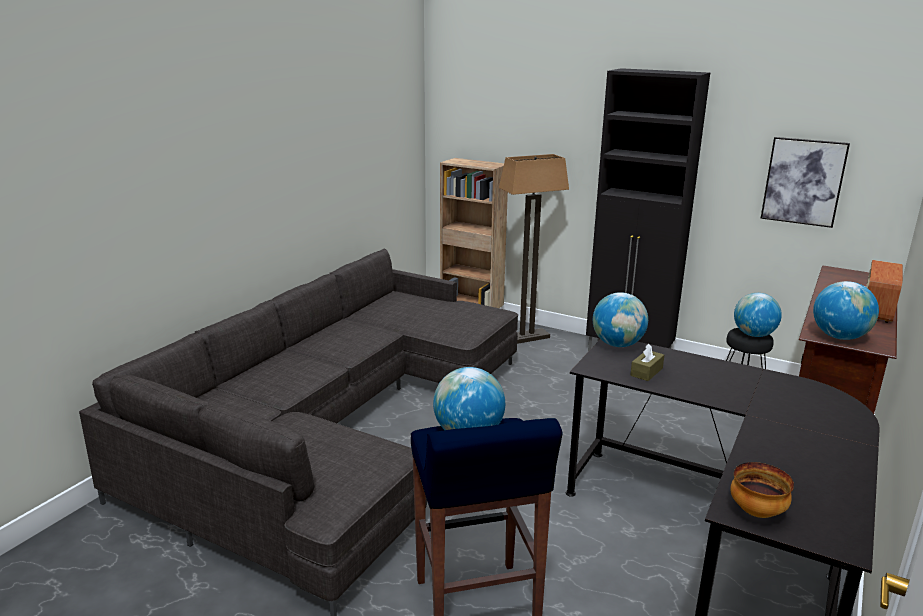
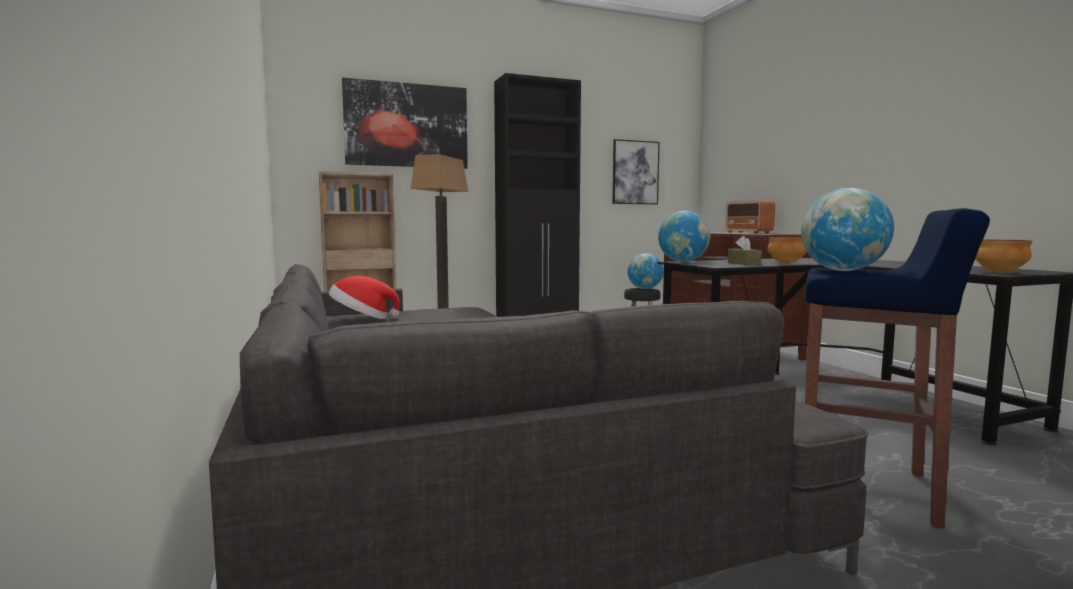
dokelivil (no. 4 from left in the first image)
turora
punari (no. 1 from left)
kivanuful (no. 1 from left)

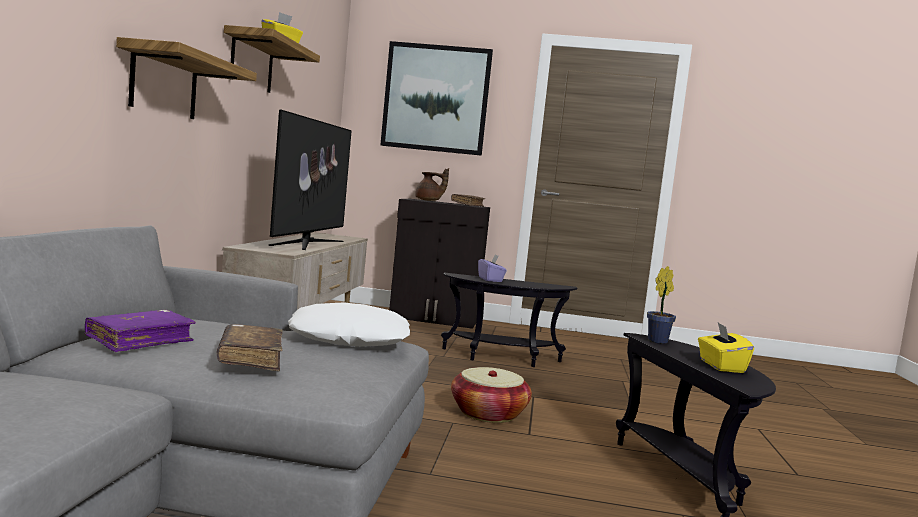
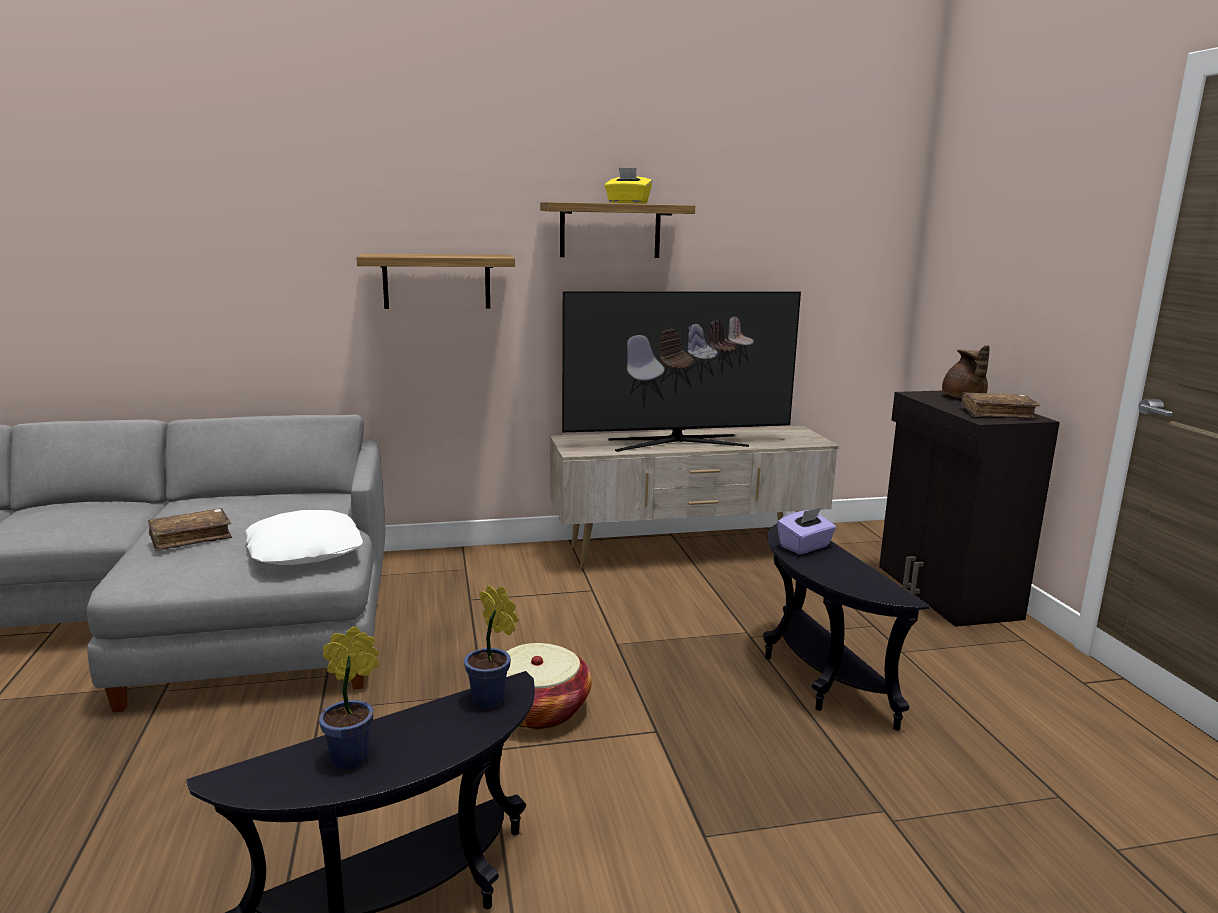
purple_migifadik
punari
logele (no. 1 from left)

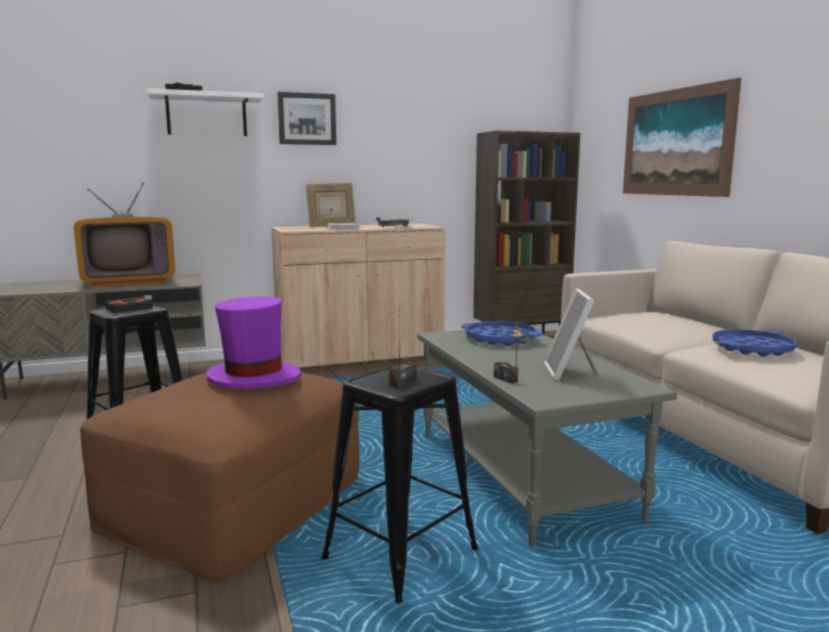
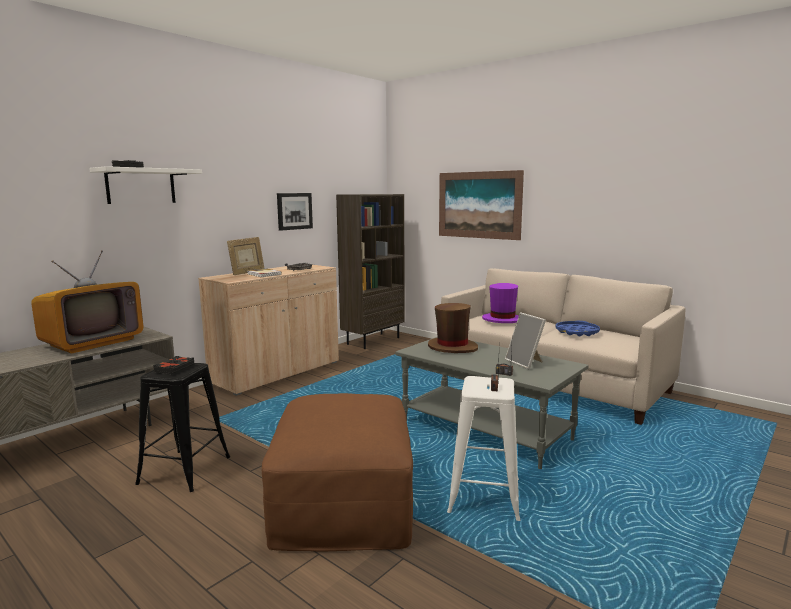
purple_turora
punari (no. 1 from left)
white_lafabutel
brown_turora

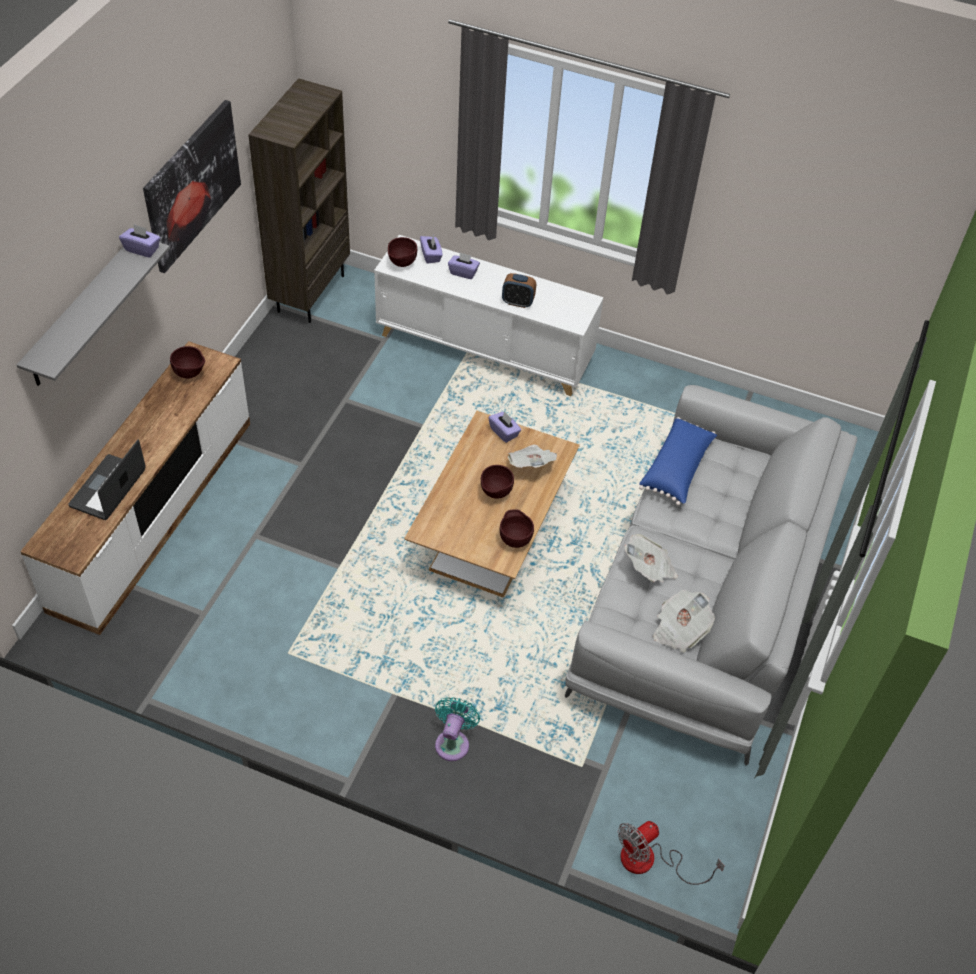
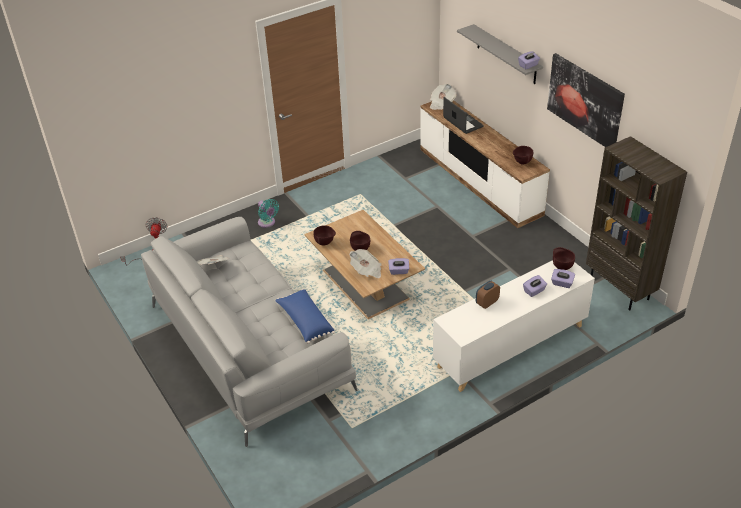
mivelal (no. 3 from left)

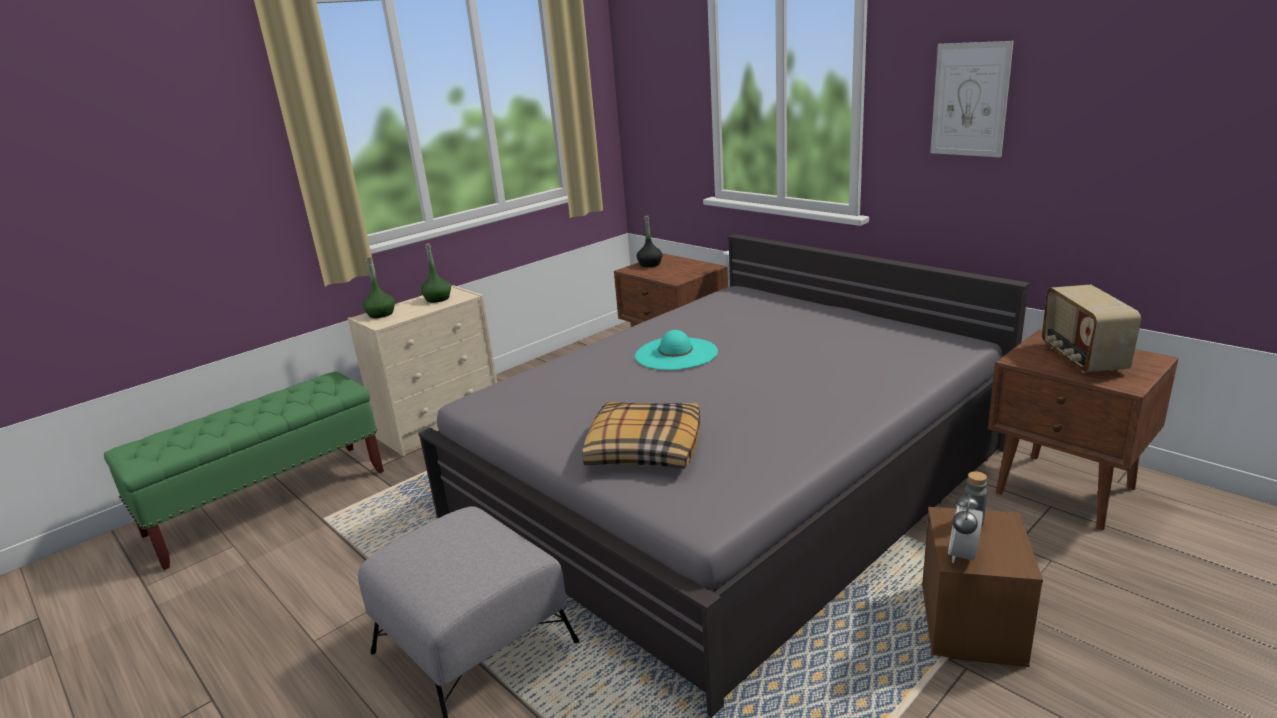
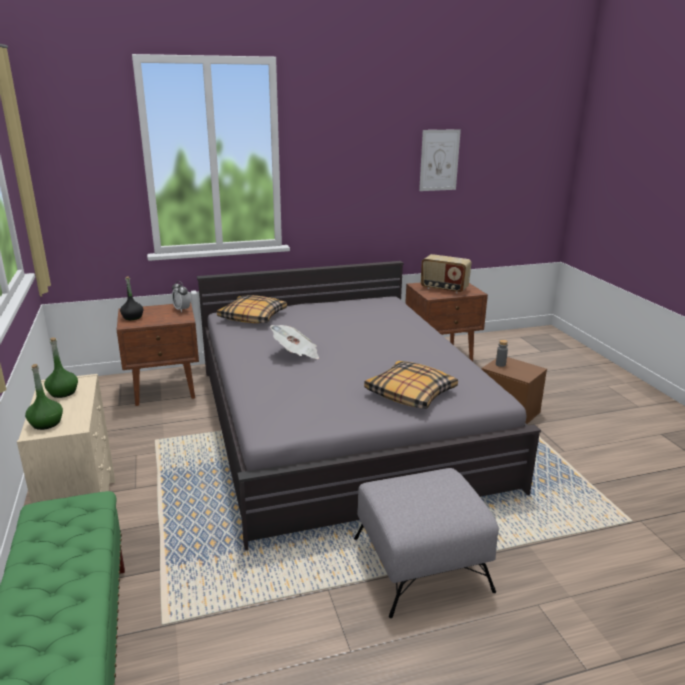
mivelal
punari
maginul
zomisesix (no. 1 from left)

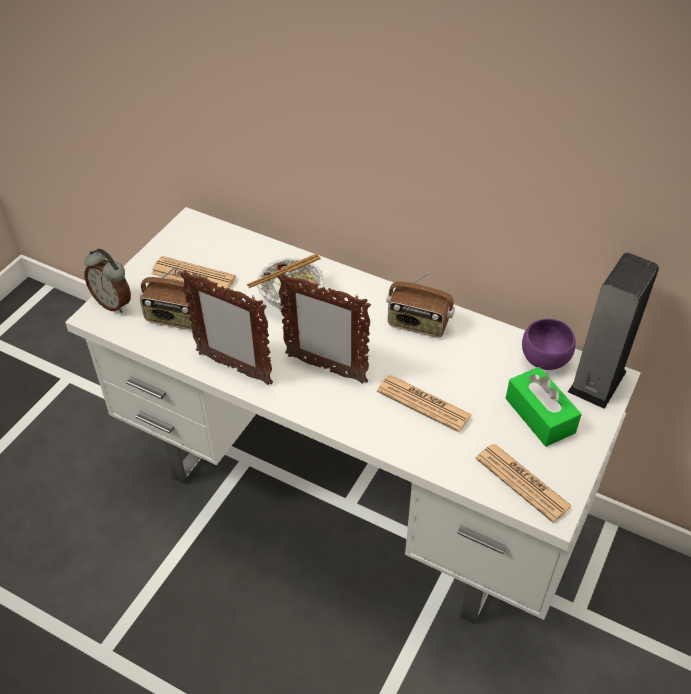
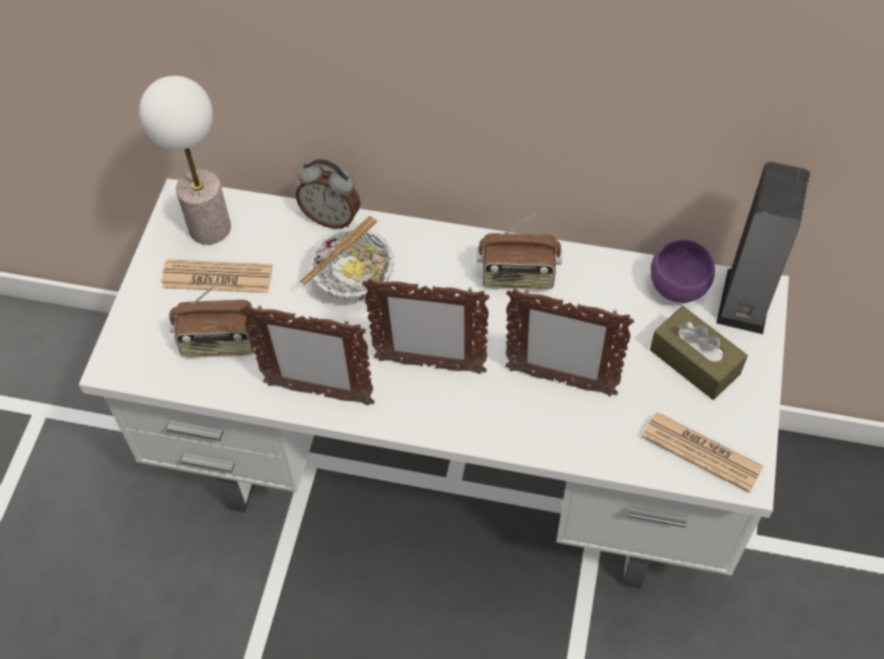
maginul
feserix (no. 3 from left)
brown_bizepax
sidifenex

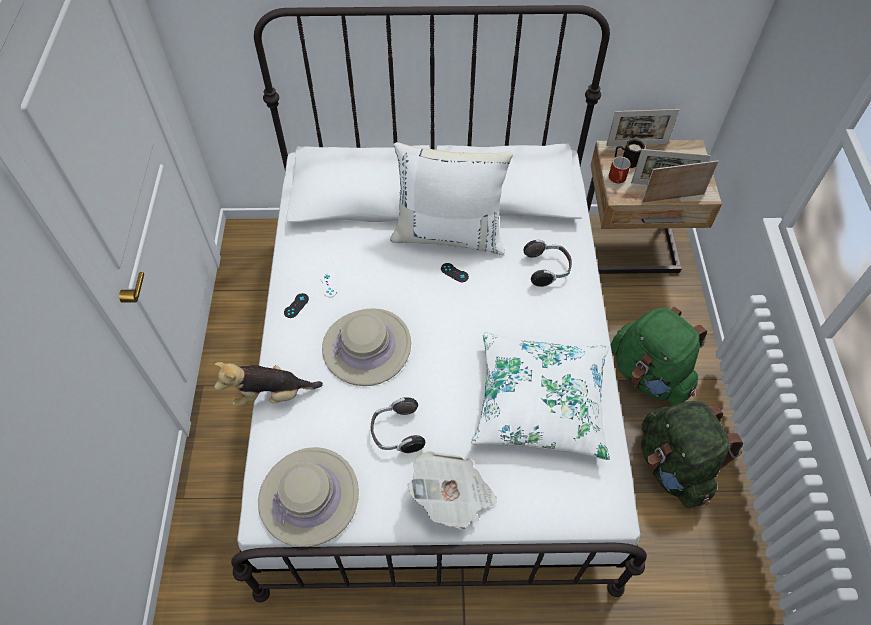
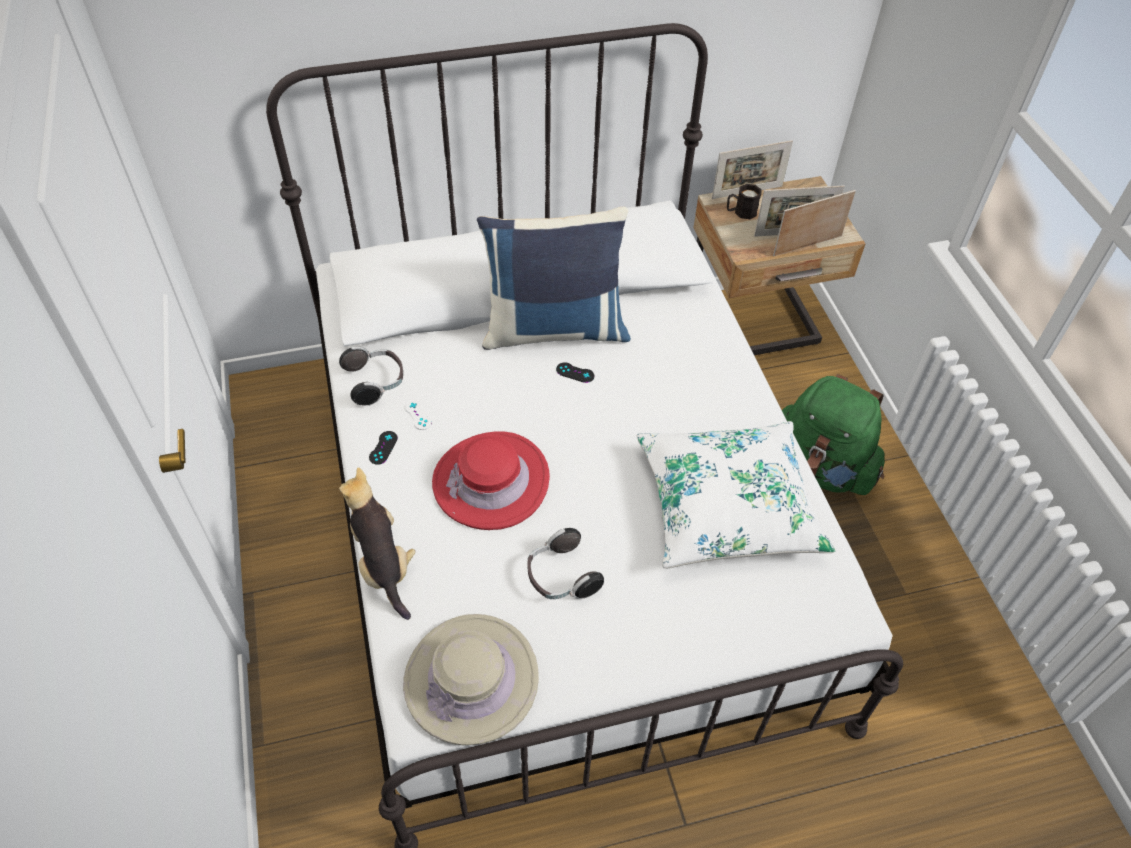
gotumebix
red_turora
blue_zomisesix
mivelal
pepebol (no. 1 from left)
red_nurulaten
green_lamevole (no. 2 from left in the first image)

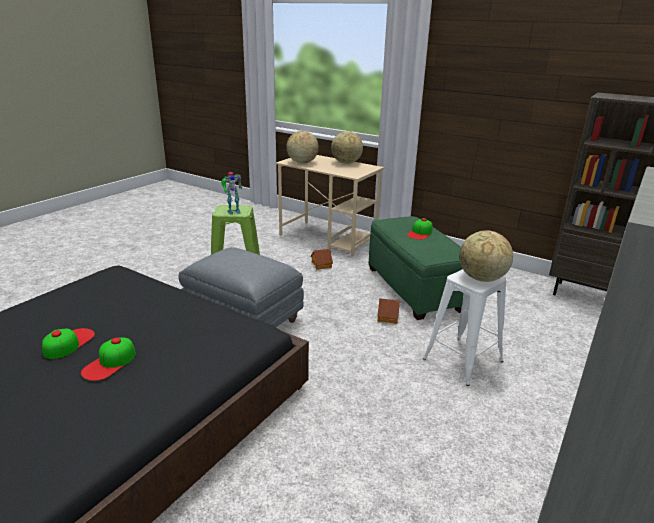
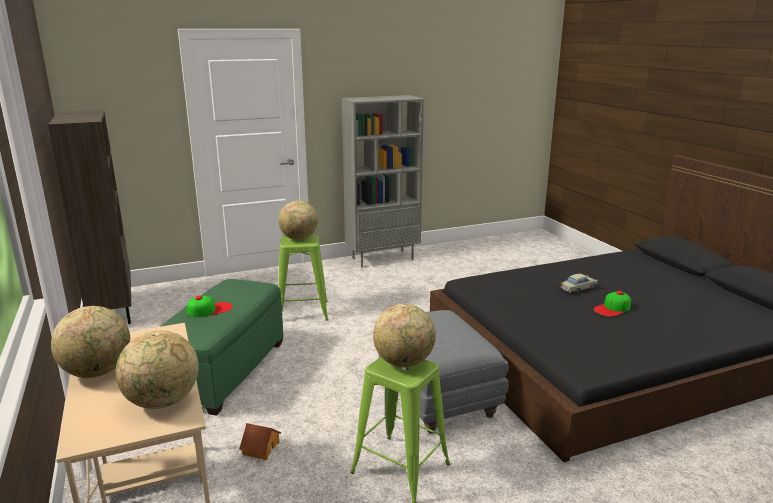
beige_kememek
dokelivil (no. 4 from left)
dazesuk (no. 2 from left in the first image)
green_lafabutel (no. 1 from left)

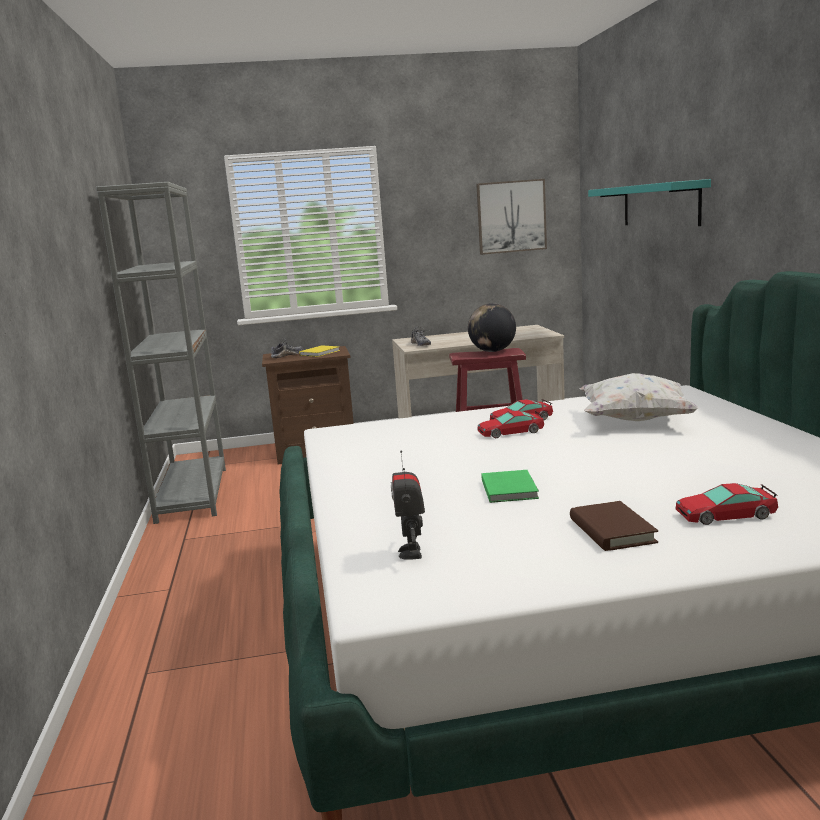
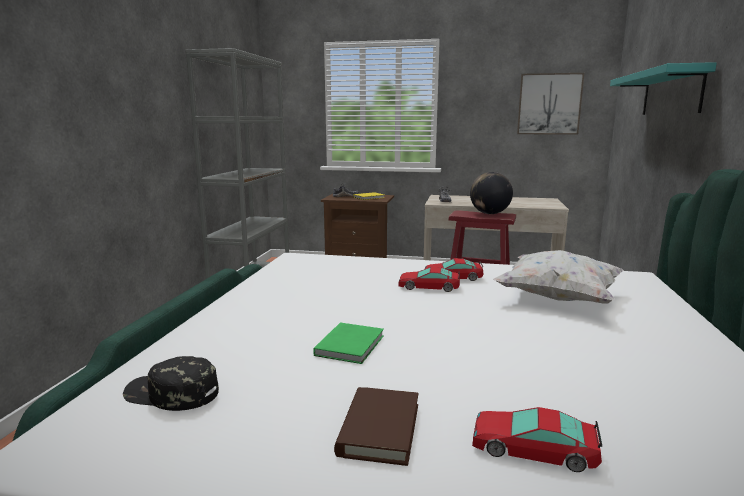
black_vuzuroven

